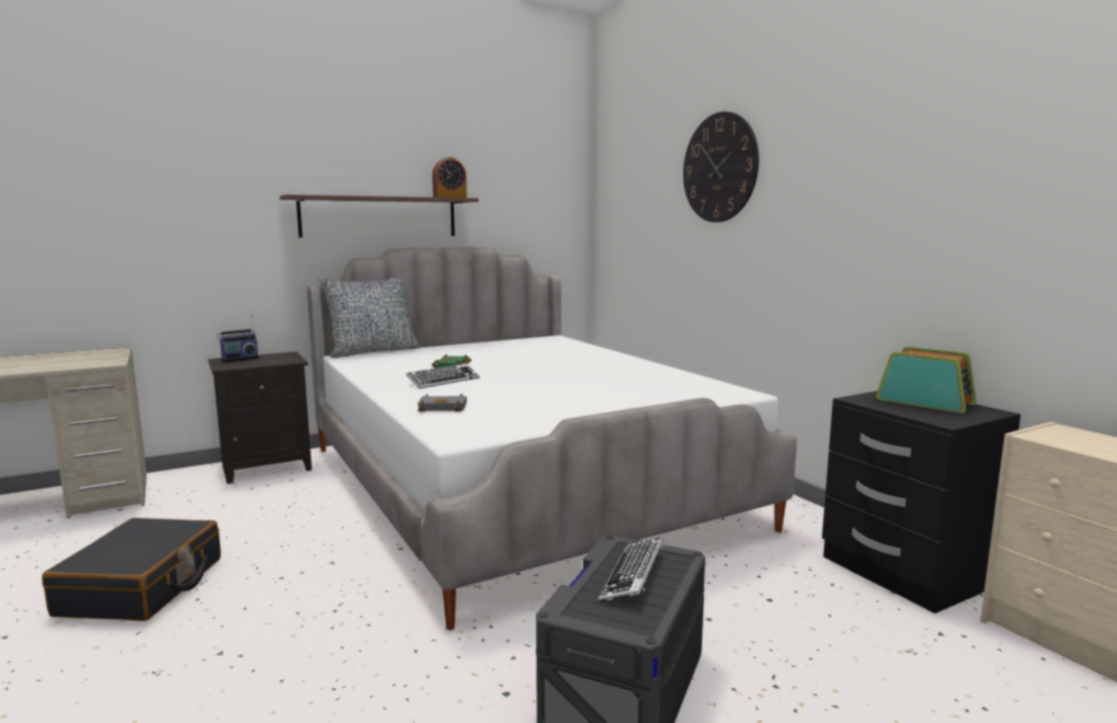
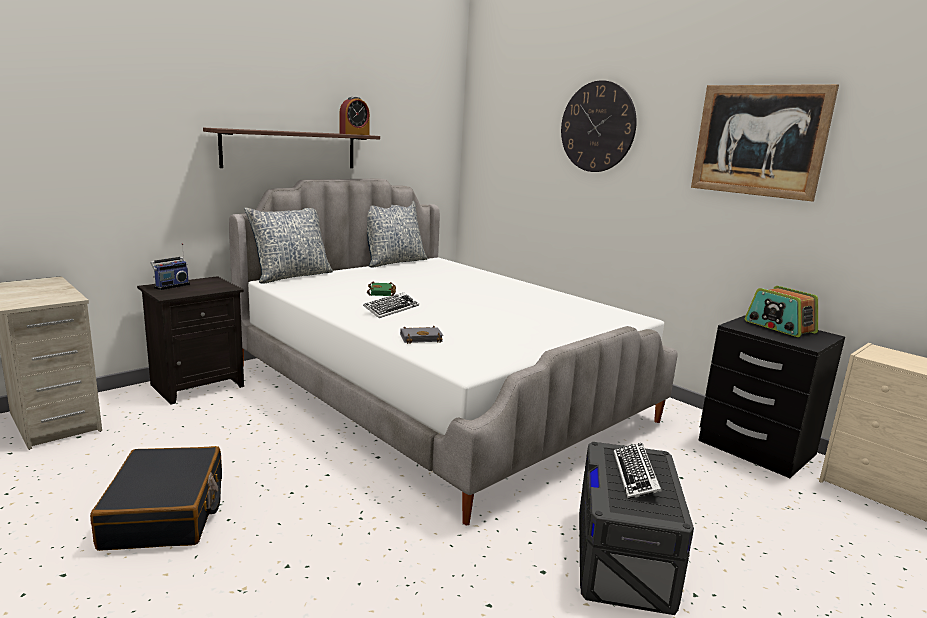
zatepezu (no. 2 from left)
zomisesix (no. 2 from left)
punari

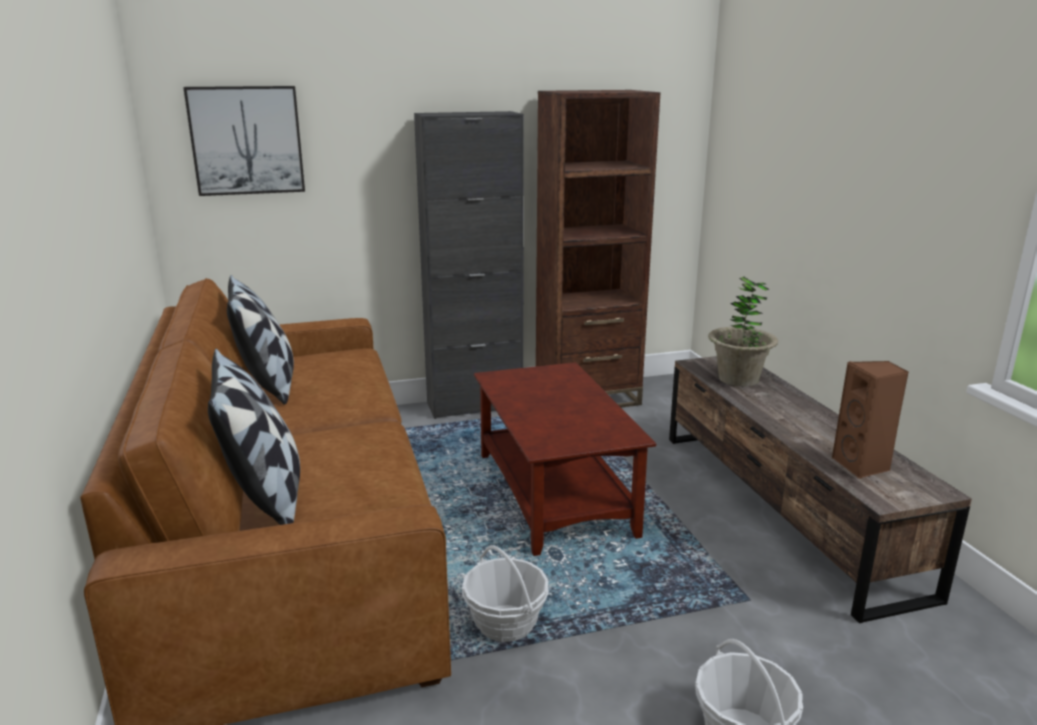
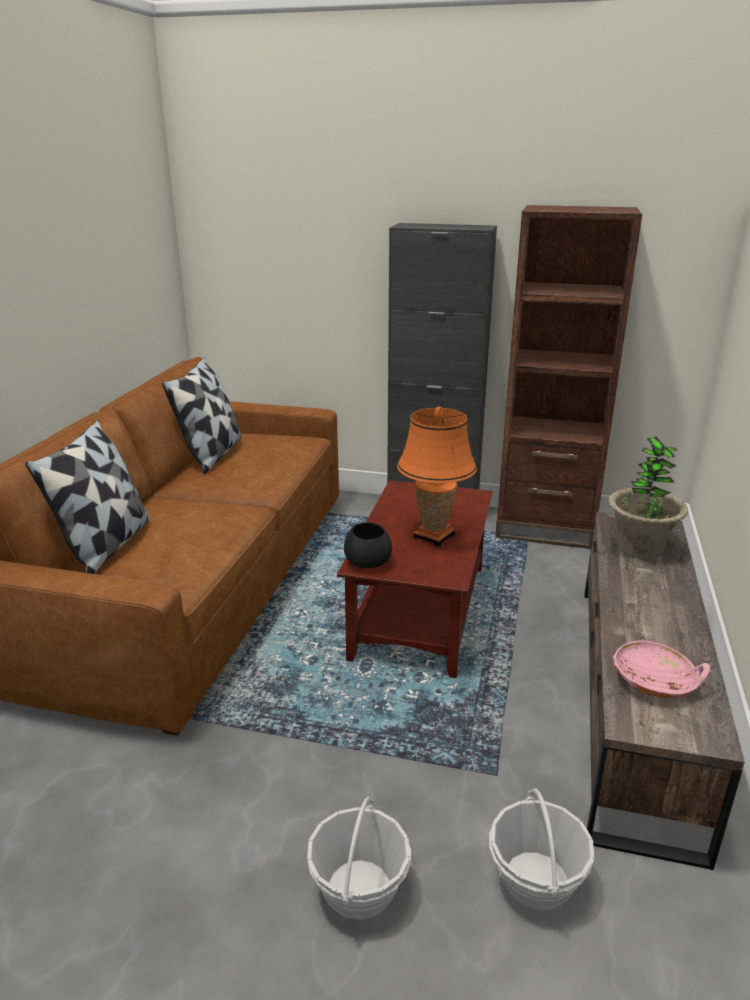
punari
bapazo (no. 2 from left)
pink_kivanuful
black_kivanuful
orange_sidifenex

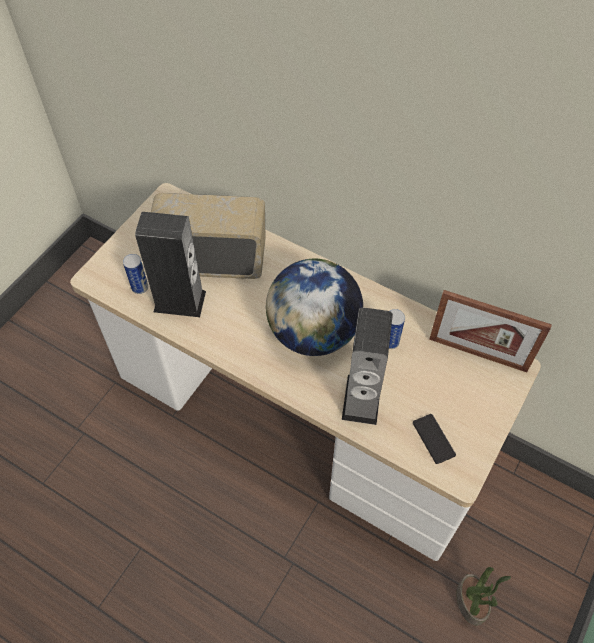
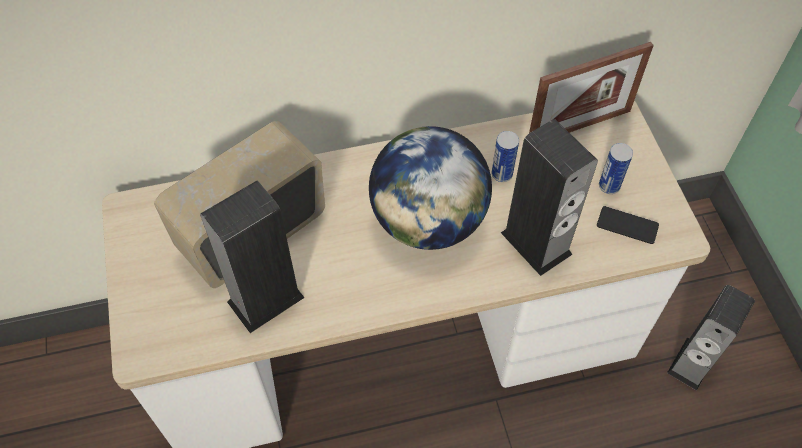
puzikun (no. 2 from left)
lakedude (no. 3 from left)

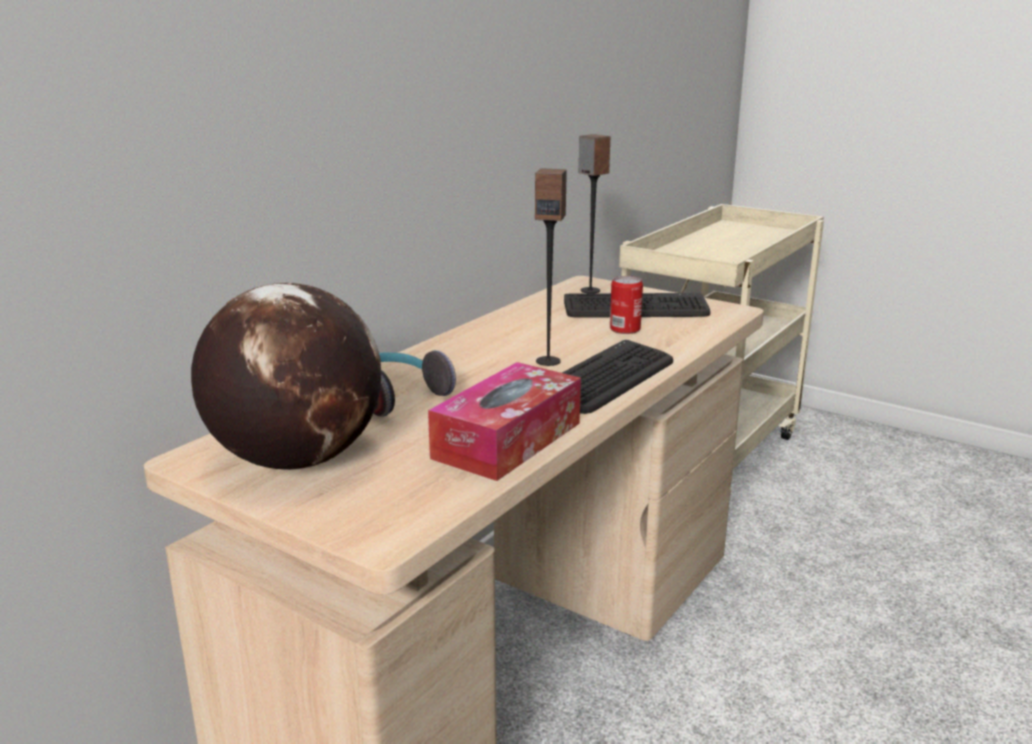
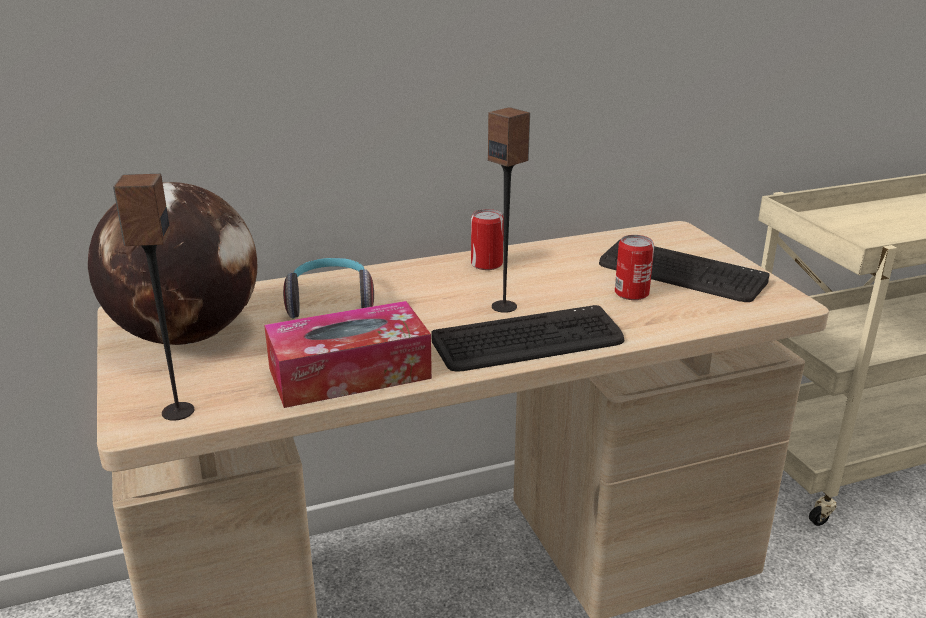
lakedude (no. 1 from left)
puzikun (no. 1 from left)

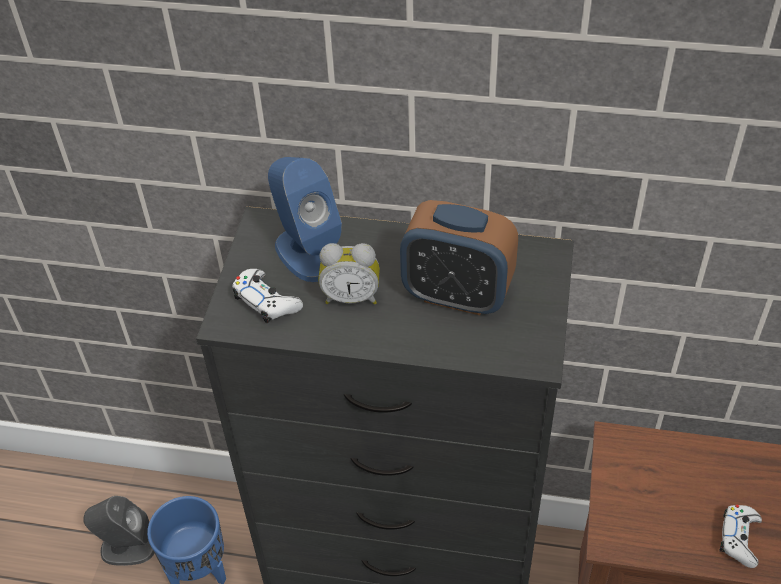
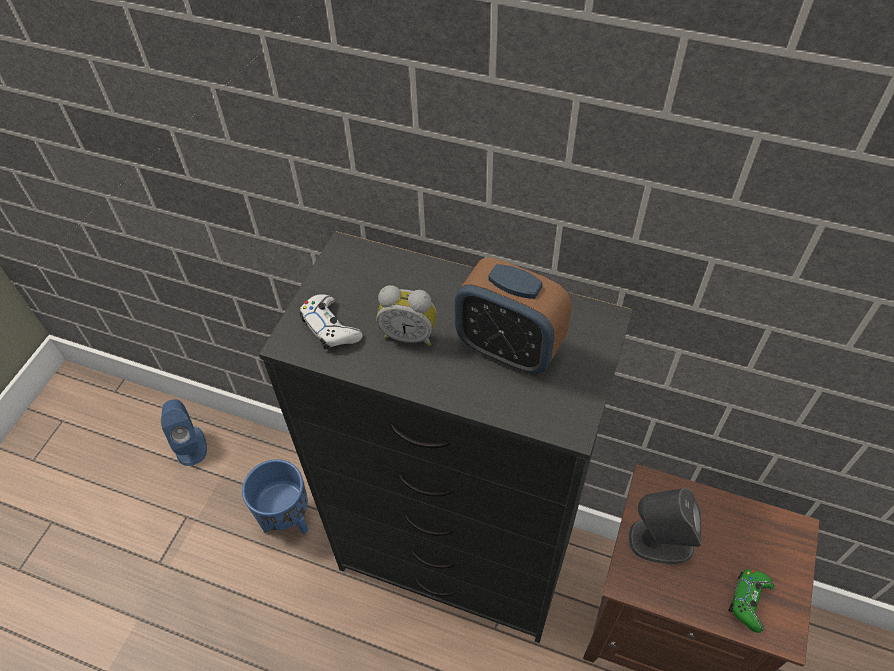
grey_lakedude
blue_lakedude
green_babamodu

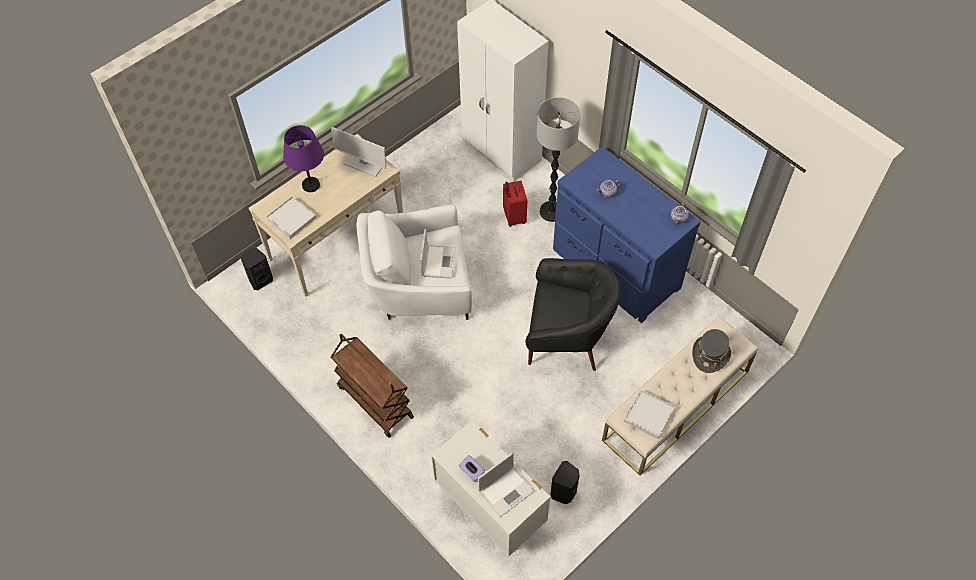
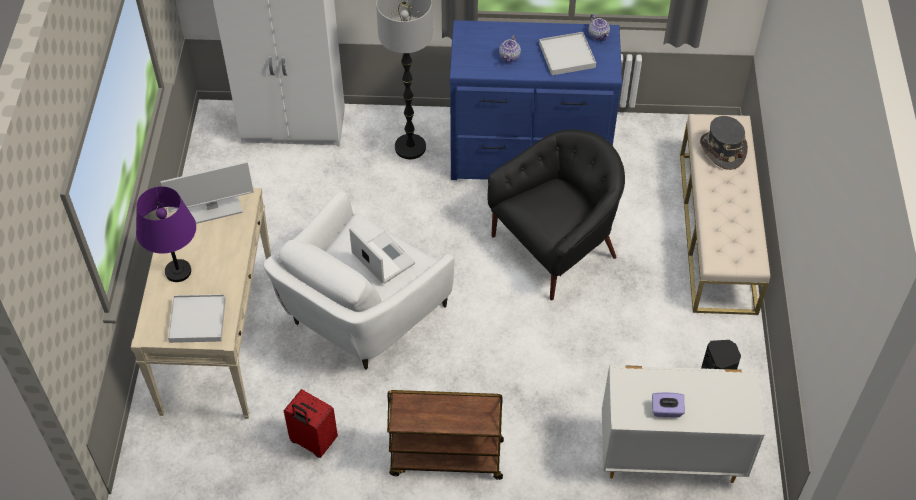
black_lakedude (no. 1 from left in the first image)
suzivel (no. 2 from left in the first image)
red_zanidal
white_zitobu (no. 2 from left)

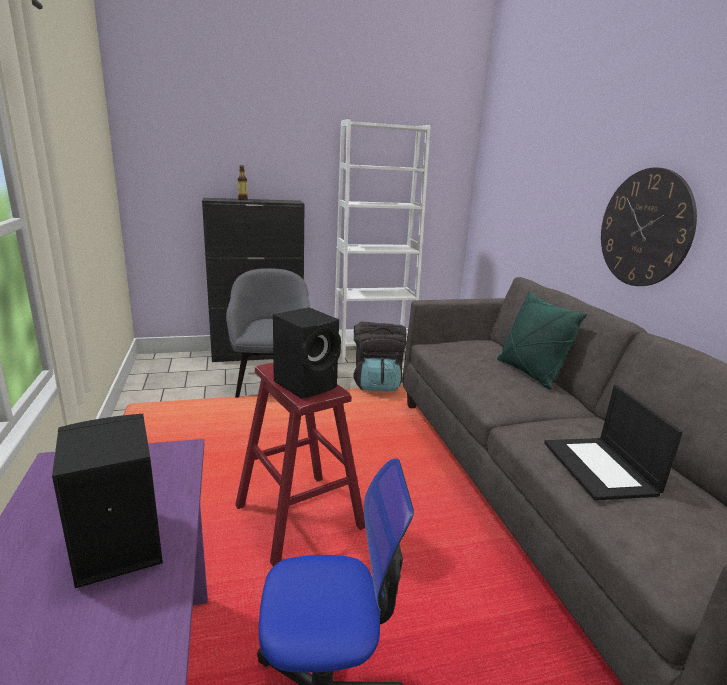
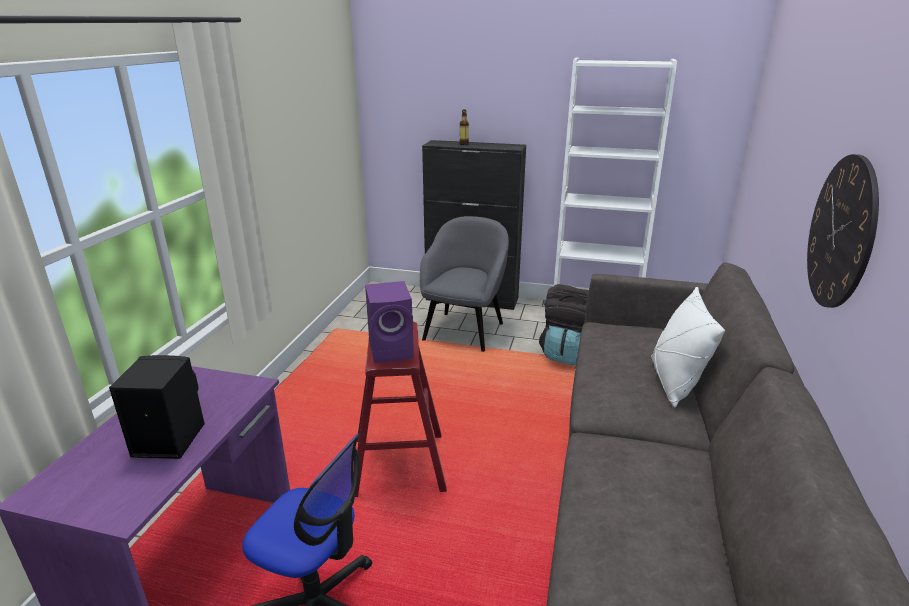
purple_lakedude
white_zomisesix
suzivel

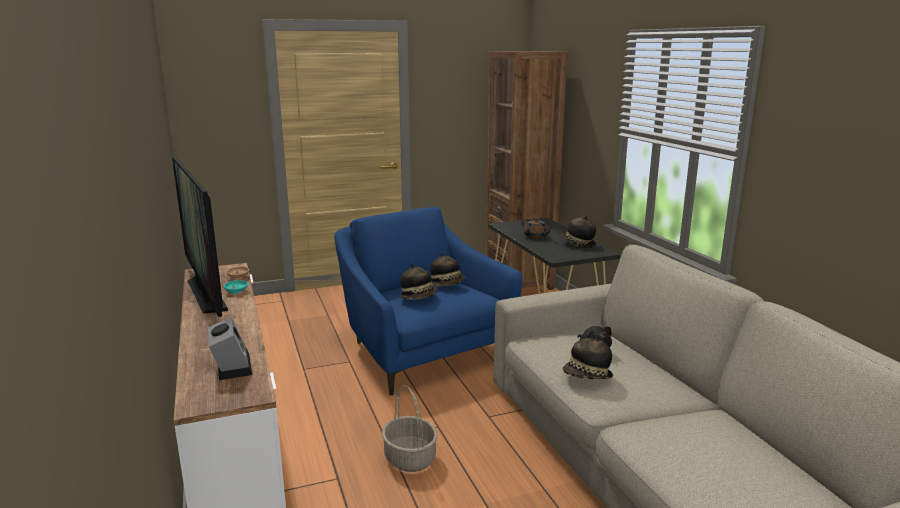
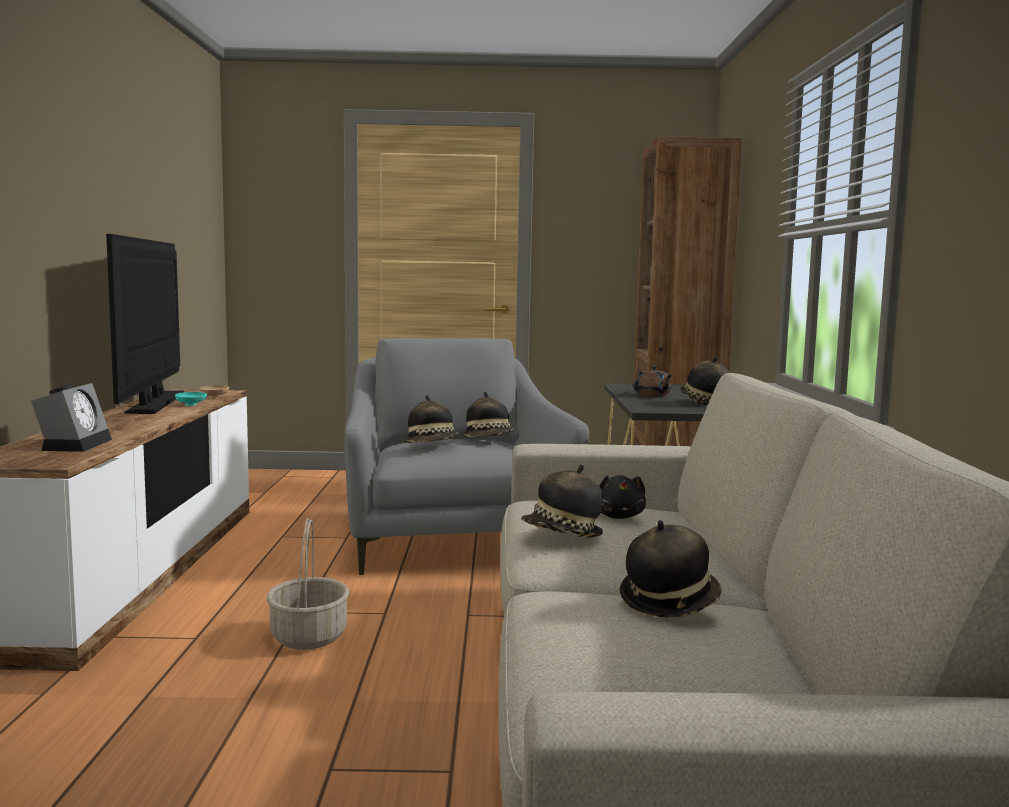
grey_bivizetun
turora (no. 4 from left)

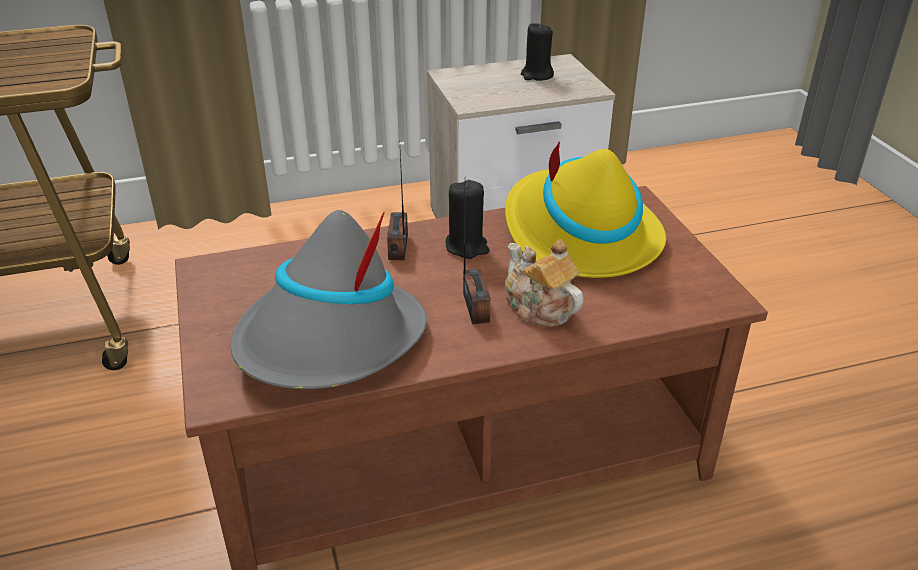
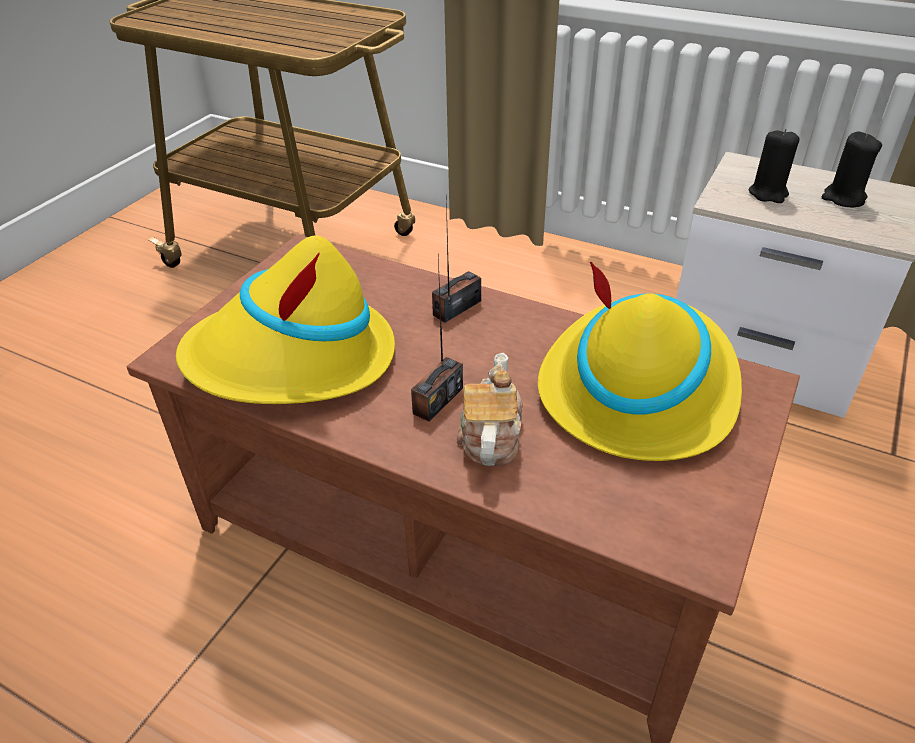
yellow_turora (no. 1 from left)
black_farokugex (no. 1 from left)

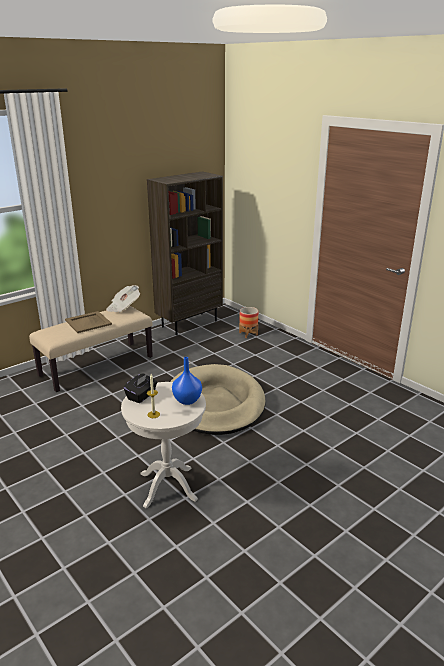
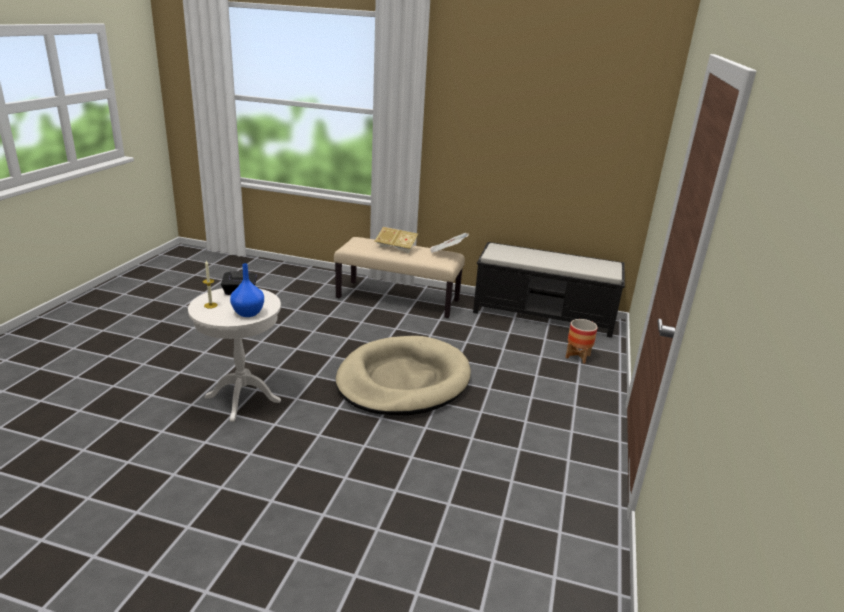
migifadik
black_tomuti

